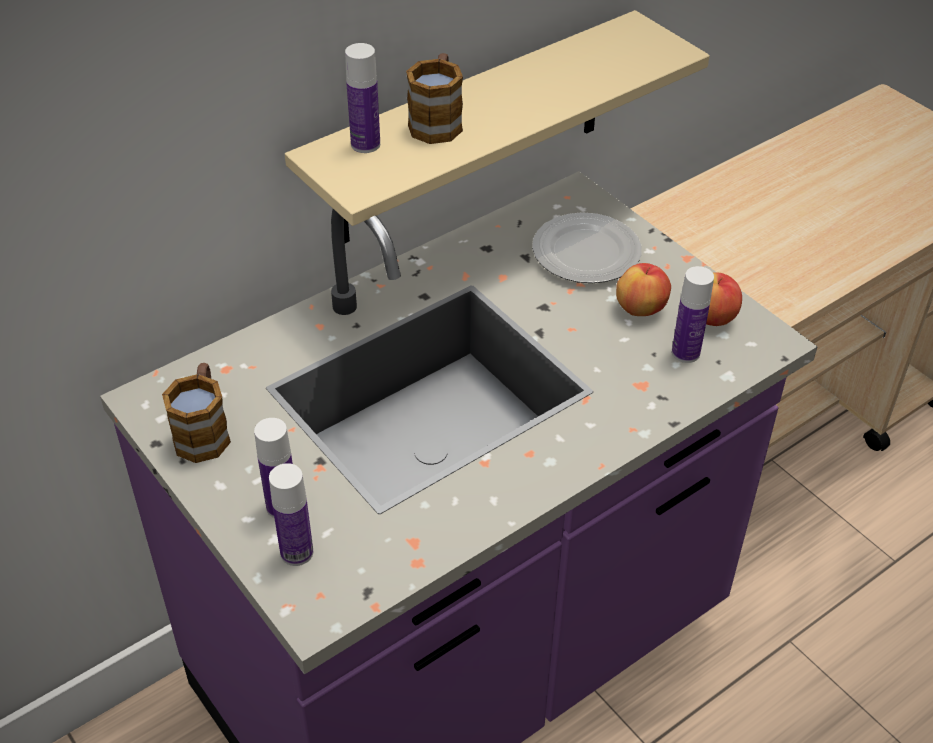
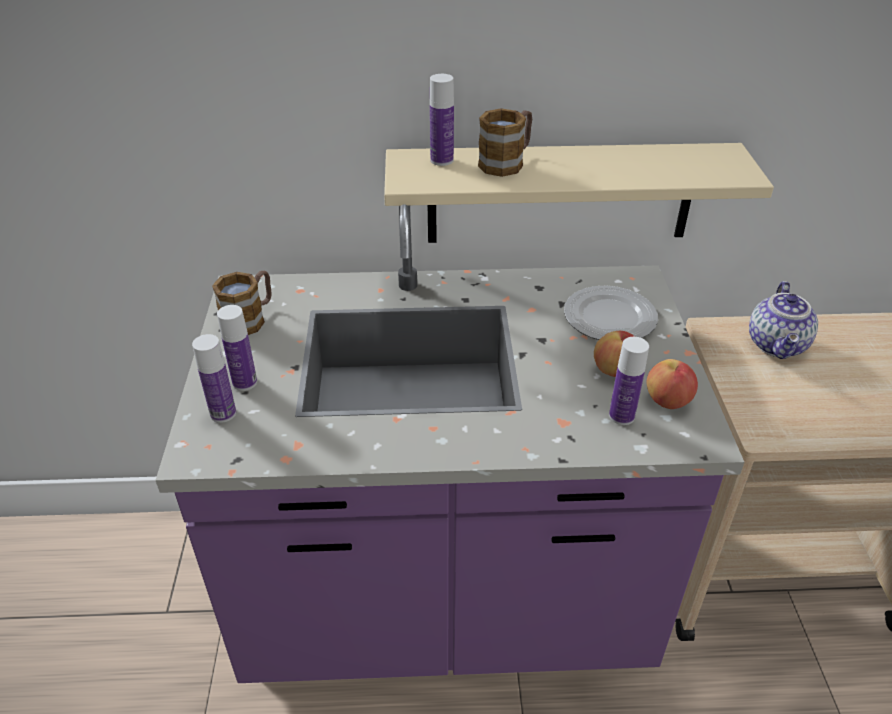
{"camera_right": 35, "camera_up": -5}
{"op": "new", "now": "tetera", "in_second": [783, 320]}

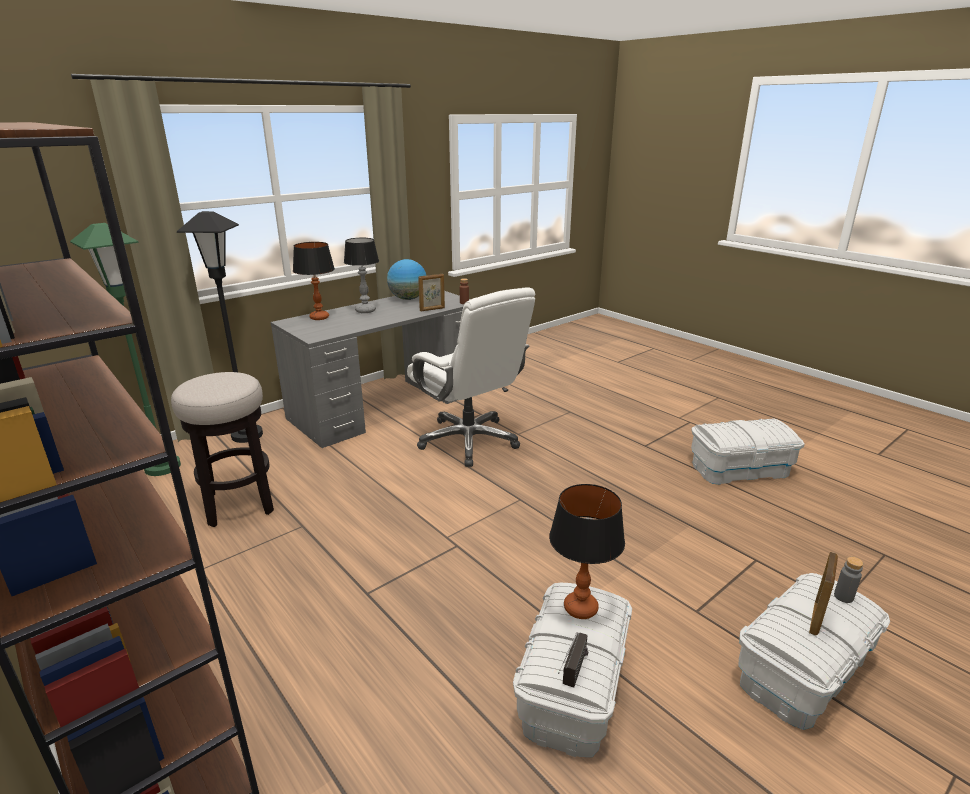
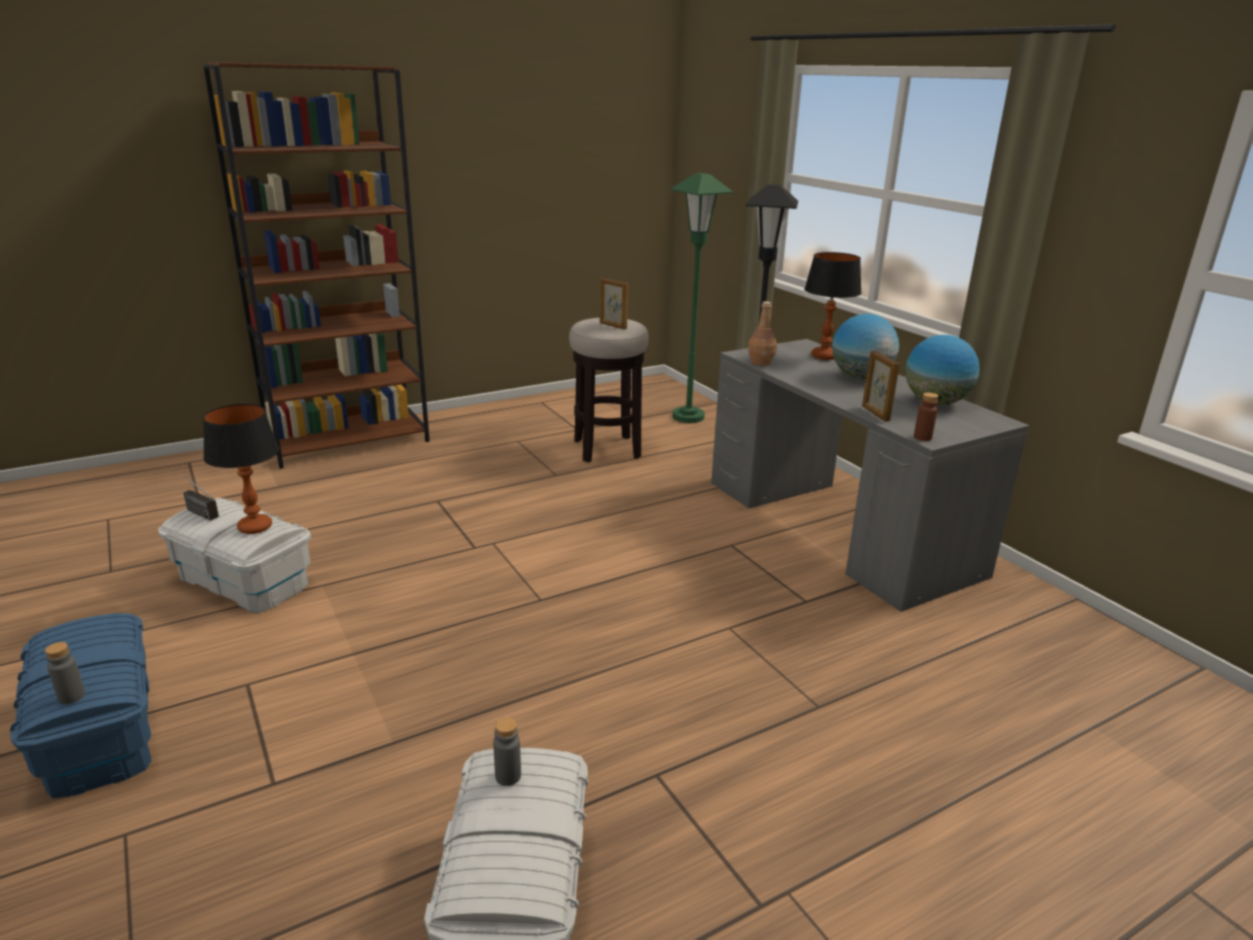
{"camera_right": 100, "camera_up": 0}
{"op": "gone", "was": "silla de oficina/blanco", "in_first": [471, 377]}
{"op": "new", "now": "botella/gris", "in_second": [507, 751]}
{"op": "new", "now": "botella/marrón", "in_second": [762, 333]}
{"op": "shifted", "was": "portarretratos", "in_first": [823, 594], "in_second": [614, 304]}
{"op": "swapped", "was": "lámpara de mesa", "now": "globo terráqueo", "in_first": [361, 275], "in_second": [865, 346]}
{"op": "repainted", "was": "caja de almacenaje/blanco", "now": "caja de almacenaje/azul", "in_first": [814, 651], "in_second": [80, 705]}

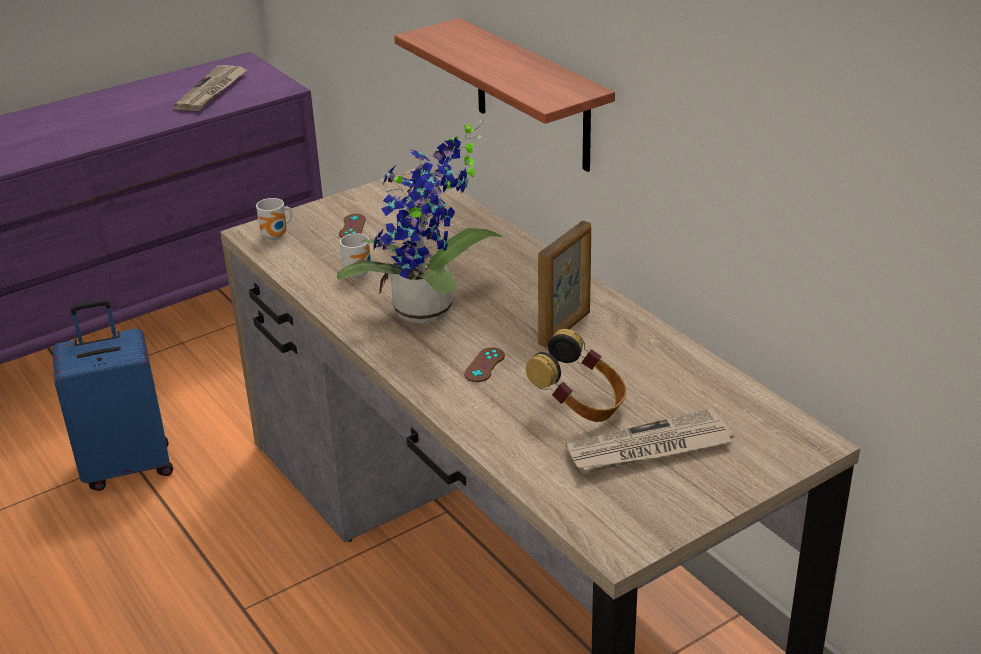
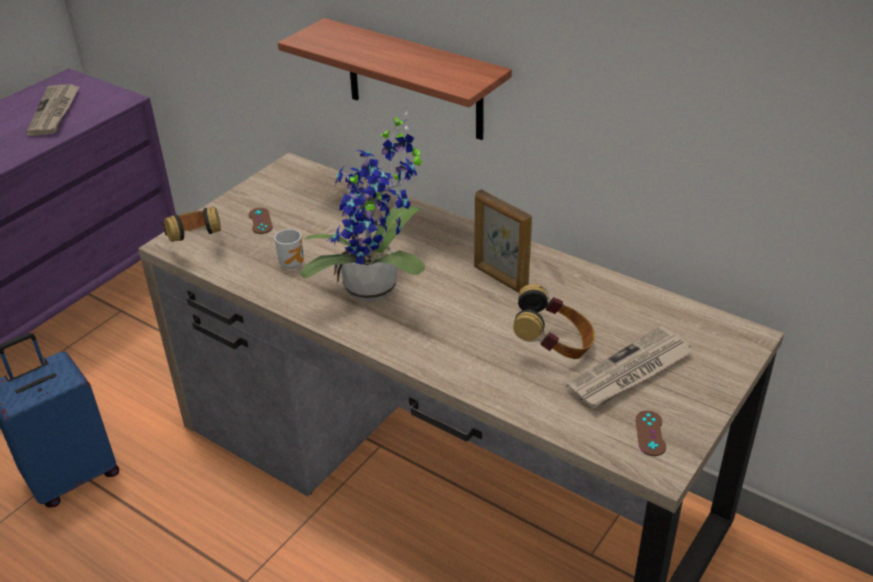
{"camera_right": -20, "camera_up": 5}
{"op": "shifted", "was": "mando de consola/marrón", "in_first": [484, 364], "in_second": [651, 433]}
{"op": "swapped", "was": "taza grande", "now": "auriculares", "in_first": [274, 219], "in_second": [192, 224]}
{"op": "rotated", "was": "portarretratos", "in_first": [564, 284], "in_second": [503, 241], "clockwise": 120}

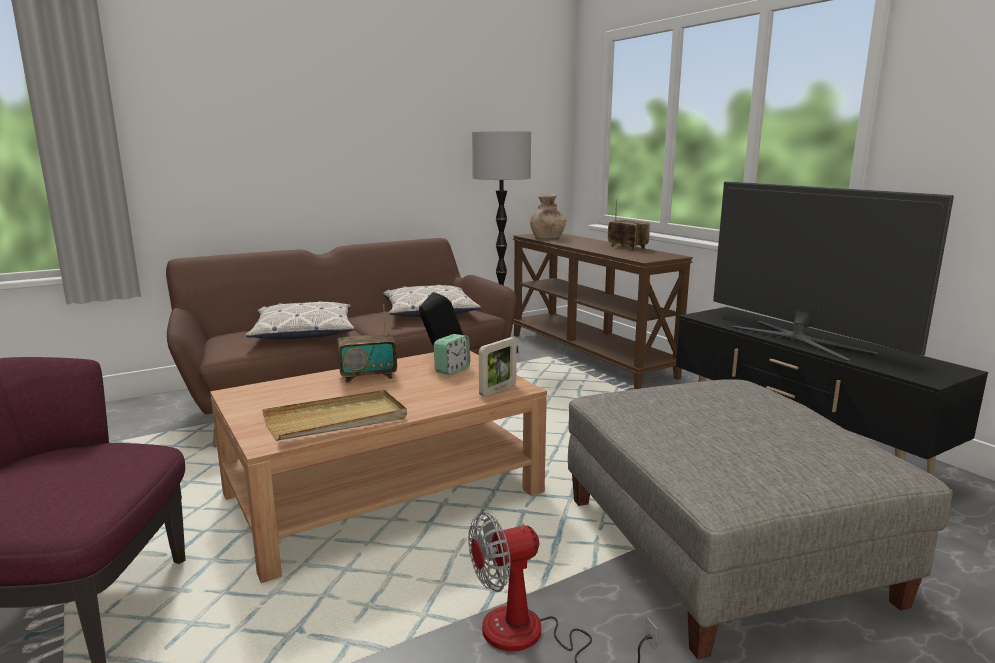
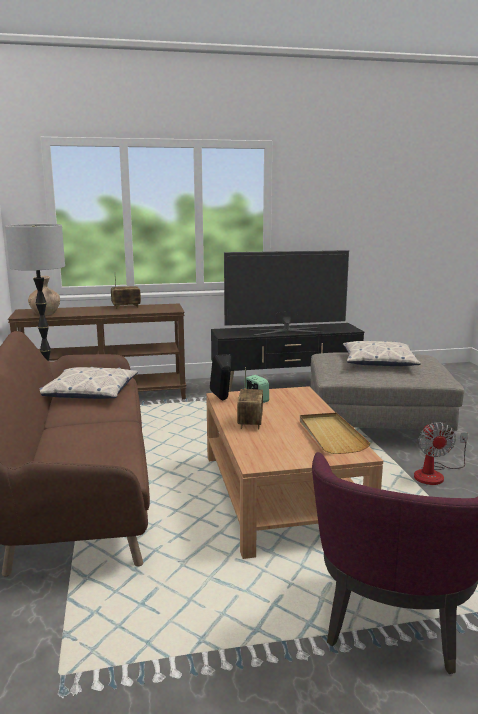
{"camera_right": -70, "camera_up": 0}
{"op": "gone", "was": "portarretratos", "in_first": [498, 367]}
{"op": "shifted", "was": "cojín", "in_first": [299, 320], "in_second": [382, 353]}

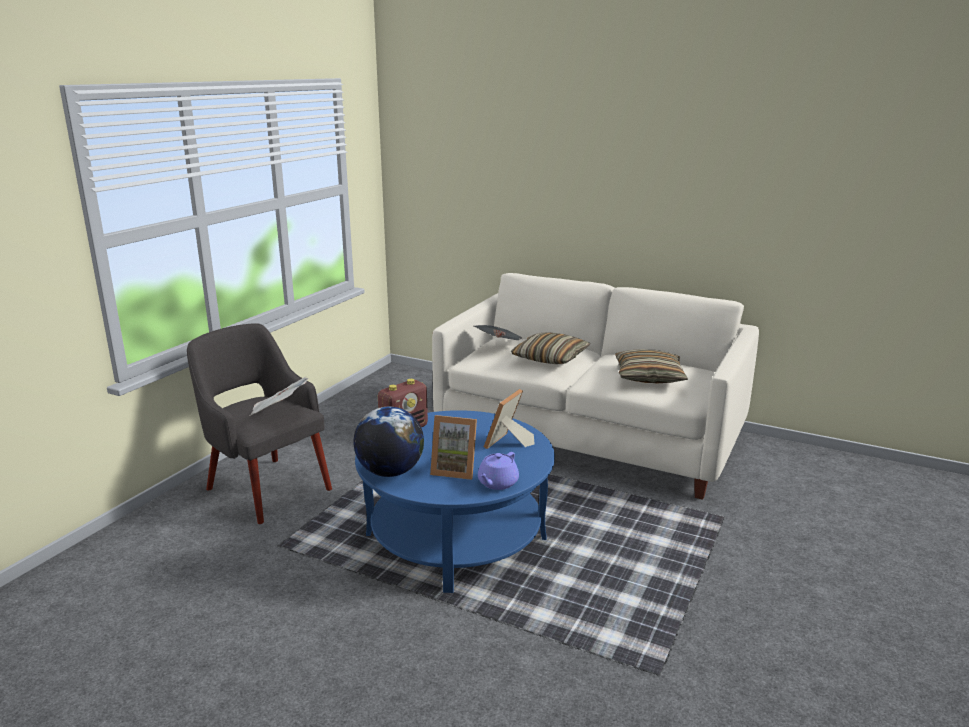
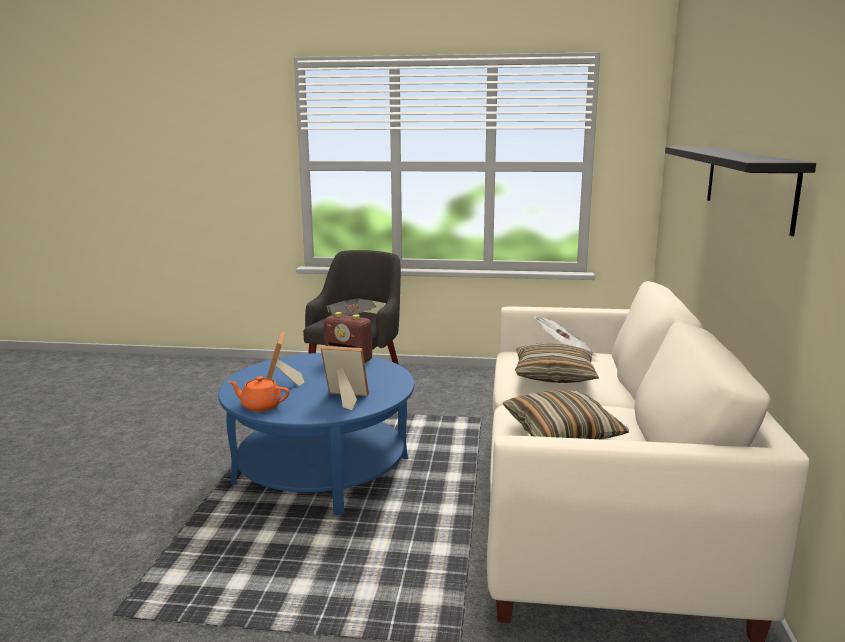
{"camera_right": 70, "camera_up": -5}
{"op": "gone", "was": "globo terráqueo", "in_first": [388, 441]}
{"op": "new", "now": "estante/negro", "in_second": [740, 191]}
{"op": "repainted", "was": "tetera/morado", "now": "tetera/naranja", "in_first": [498, 471], "in_second": [259, 394]}

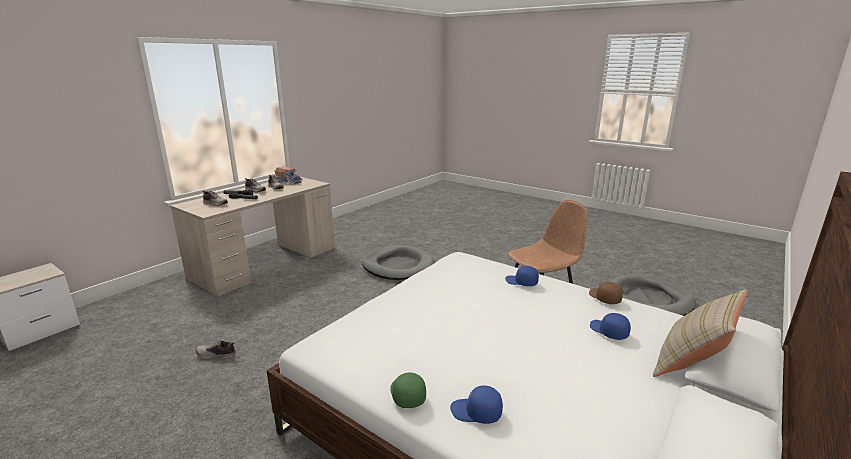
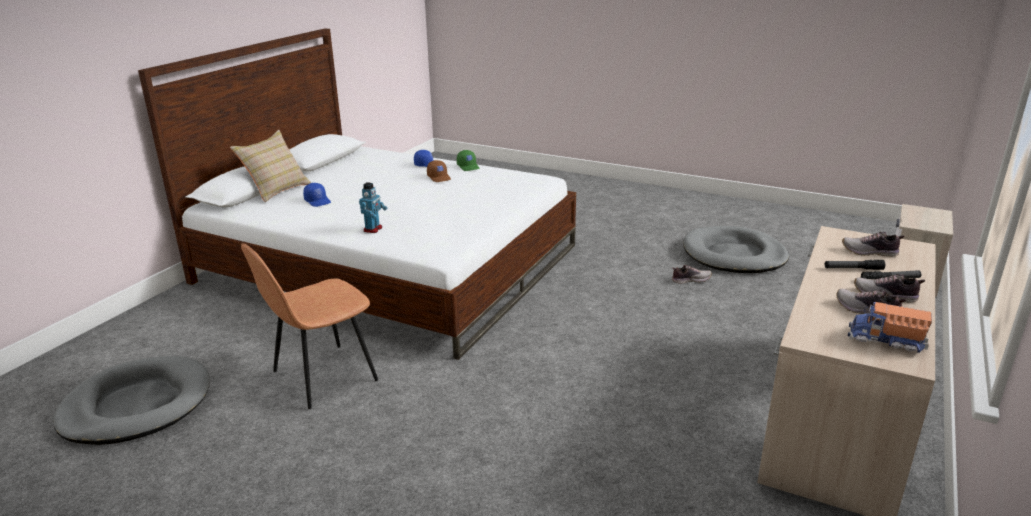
{"camera_right": 170, "camera_up": 5}
{"op": "shifted", "was": "cama para perro/gris", "in_first": [398, 262], "in_second": [736, 249]}
{"op": "shifted", "was": "gorra/marrón", "in_first": [606, 293], "in_second": [439, 171]}
{"op": "swapped", "was": "gorra/azul", "now": "robot de juguete", "in_first": [522, 276], "in_second": [373, 207]}

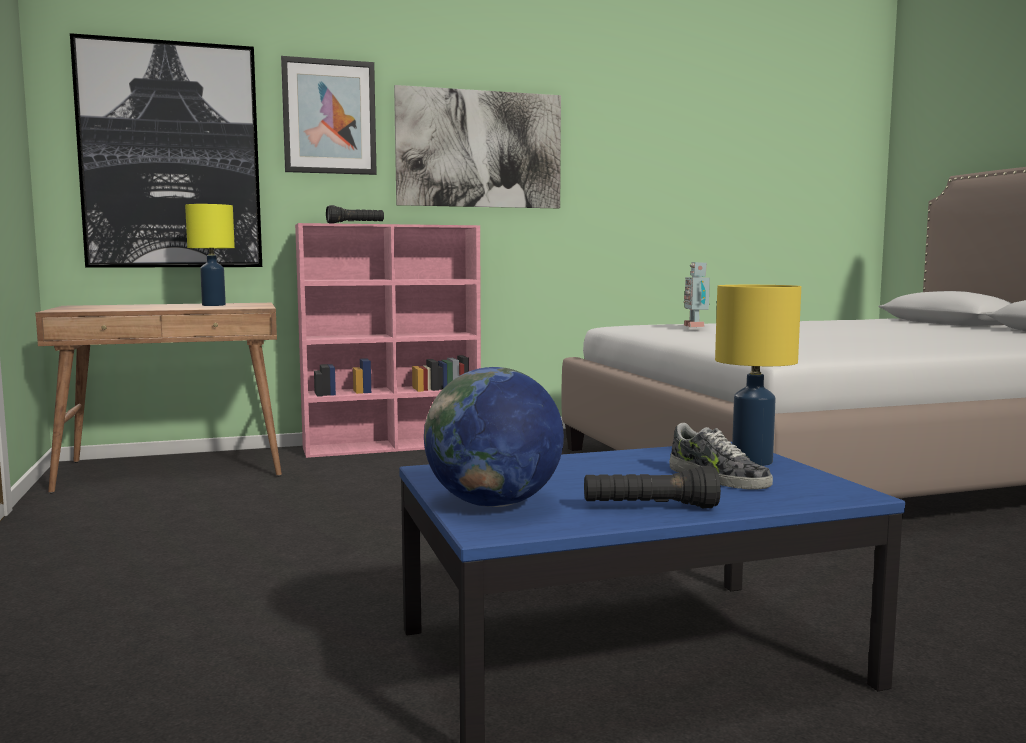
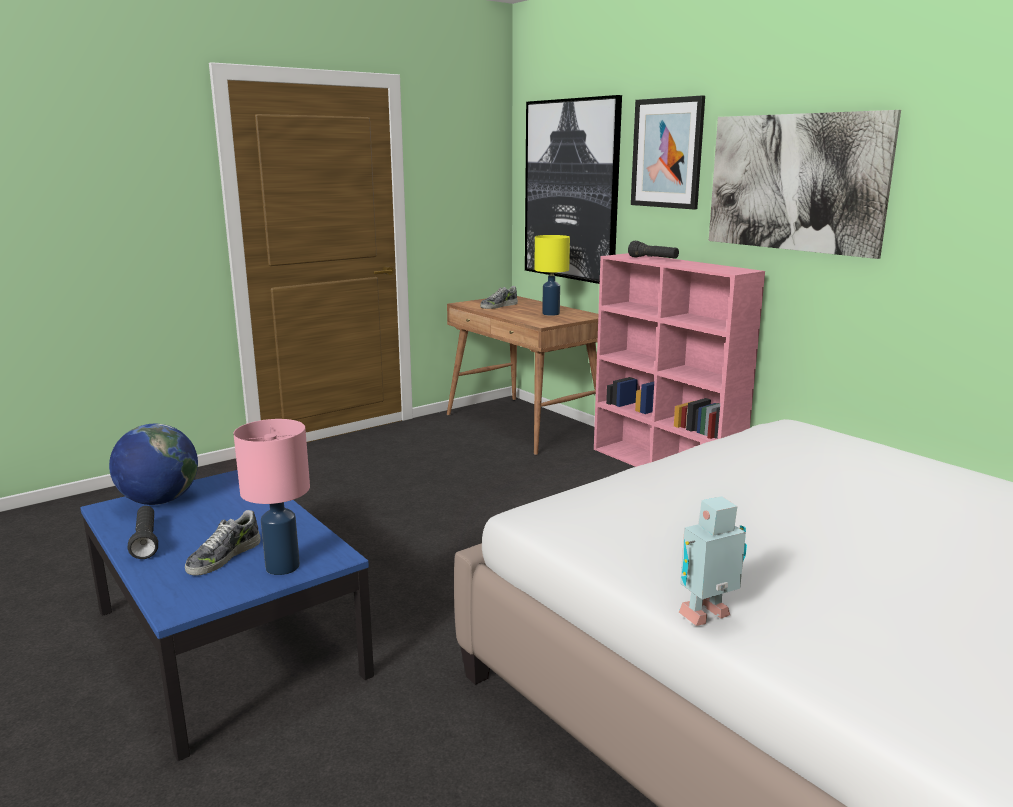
{"camera_right": 70, "camera_up": 10}
{"op": "new", "now": "zapato", "in_second": [499, 297]}
{"op": "shifted", "was": "robot de juguete", "in_first": [697, 294], "in_second": [713, 561]}
{"op": "repainted", "was": "lámpara de mesa/amarillo", "now": "lámpara de mesa/rosa", "in_first": [758, 375], "in_second": [271, 497]}

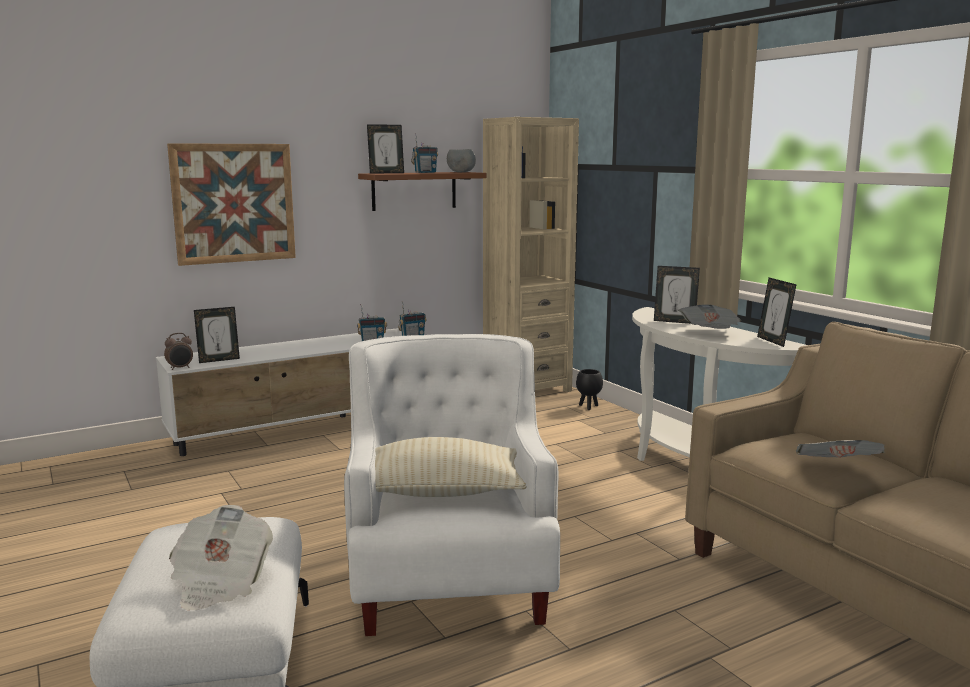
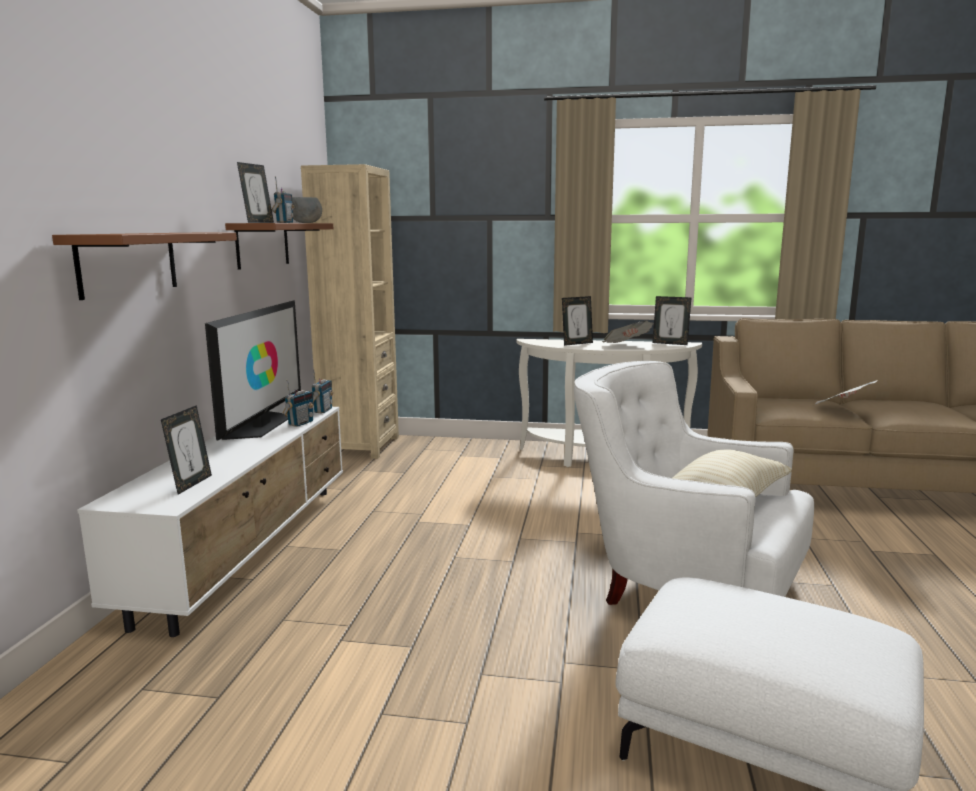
{"camera_right": -50, "camera_up": 0}
{"op": "gone", "was": "despertador", "in_first": [178, 351]}
{"op": "gone", "was": "periódico", "in_first": [221, 558]}
{"op": "gone", "was": "maceta/negro", "in_first": [589, 389]}
{"op": "new", "now": "televisor", "in_second": [253, 370]}
{"op": "swapped", "was": "cuadro", "now": "estante/marrón", "in_first": [231, 204], "in_second": [144, 266]}

